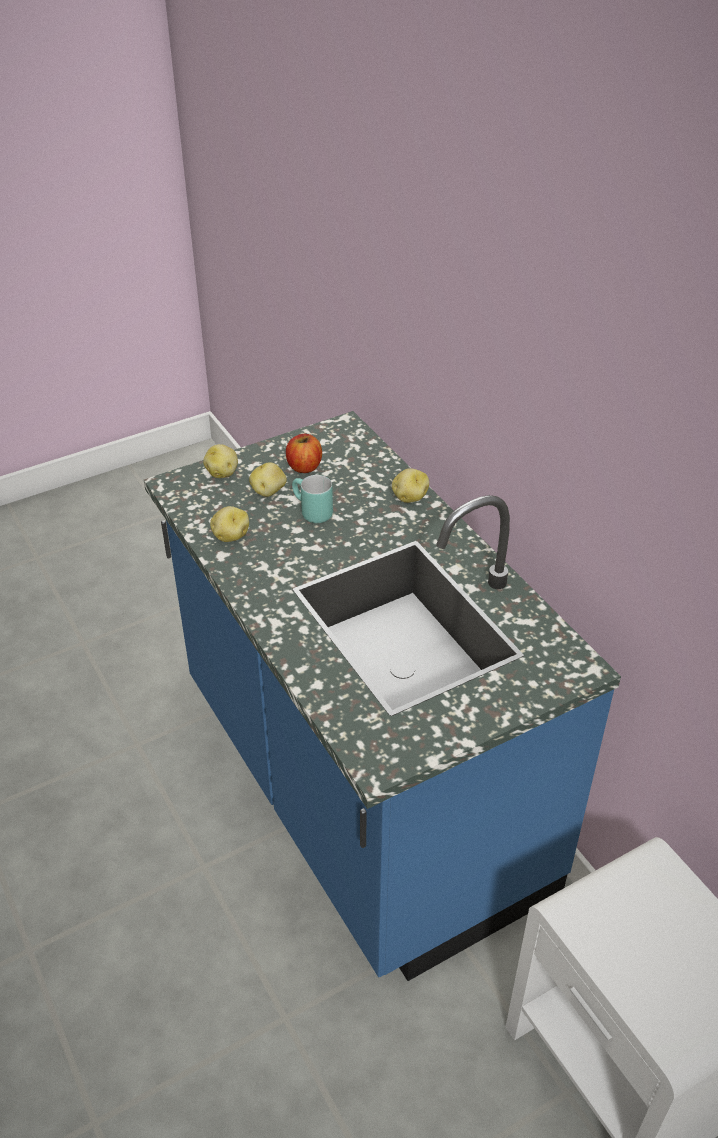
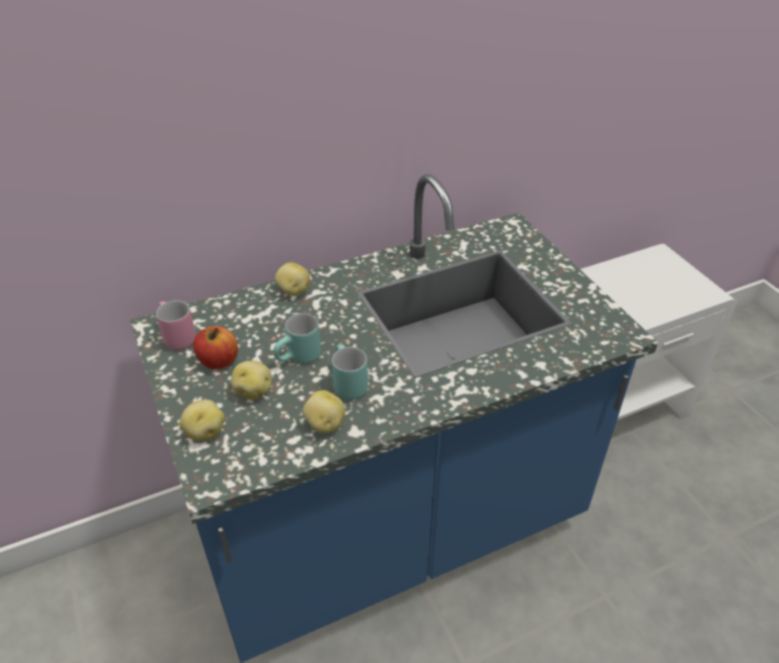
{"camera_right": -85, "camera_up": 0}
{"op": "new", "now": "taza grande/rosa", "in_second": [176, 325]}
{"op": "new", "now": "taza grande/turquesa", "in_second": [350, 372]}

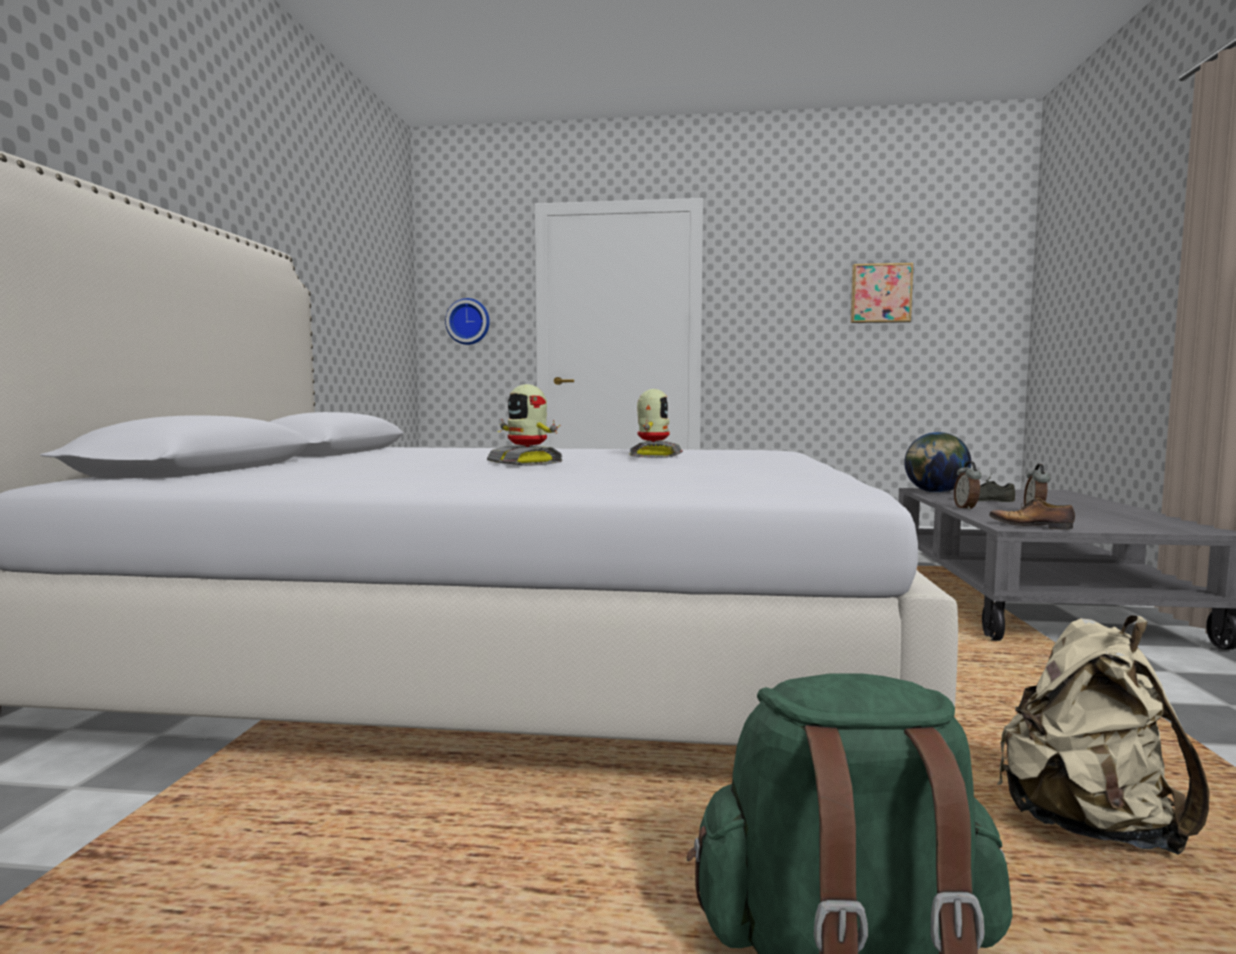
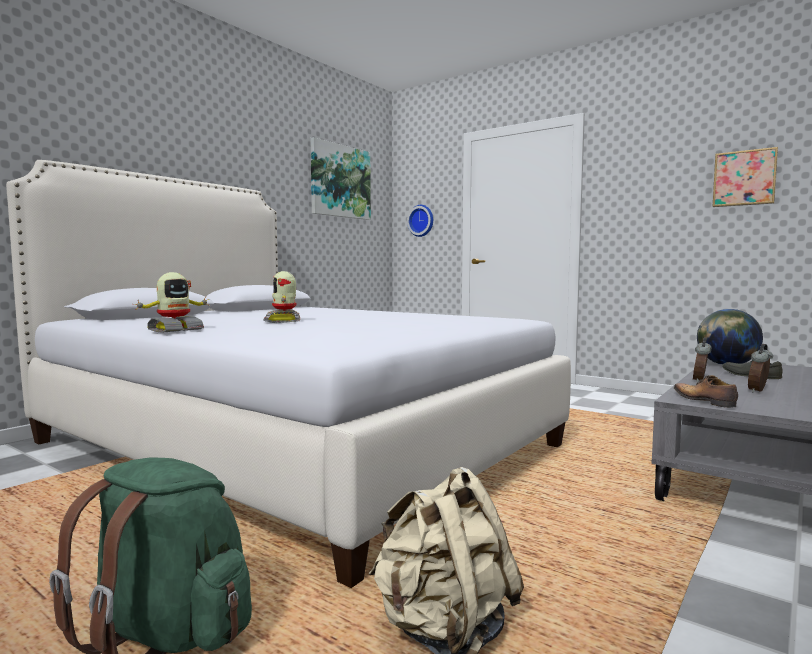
{"camera_right": 30, "camera_up": 0}
{"op": "new", "now": "cuadro", "in_second": [340, 178]}
{"op": "shifted", "was": "robot de juguete", "in_first": [656, 423], "in_second": [172, 302]}

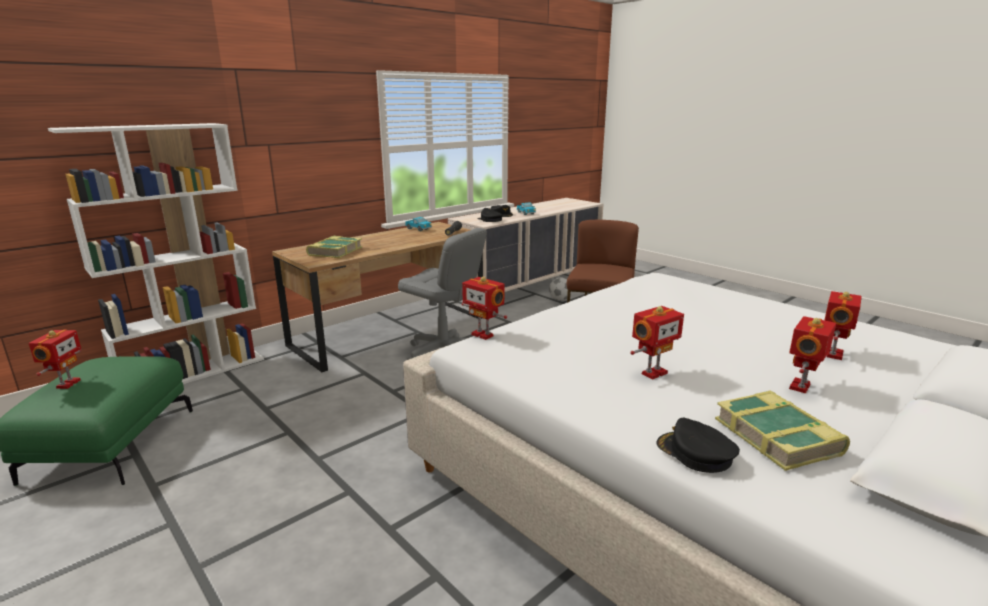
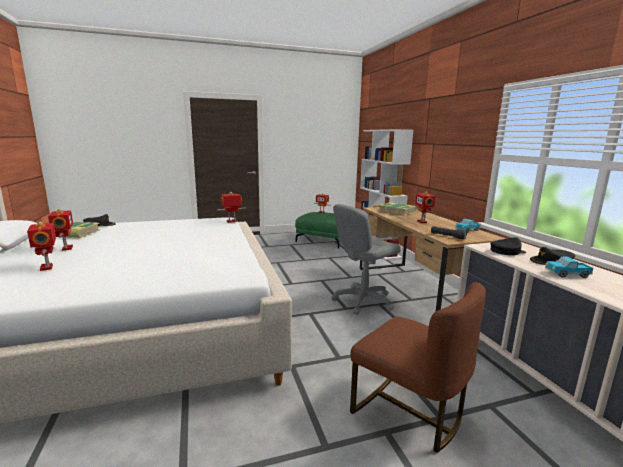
{"camera_right": 115, "camera_up": -5}
{"op": "gone", "was": "balón de fútbol", "in_first": [560, 289]}
{"op": "shifted", "was": "robot de juguete", "in_first": [657, 343], "in_second": [425, 207]}

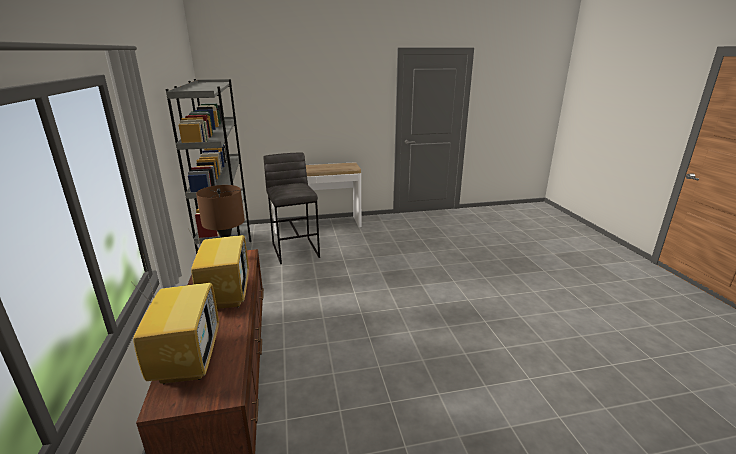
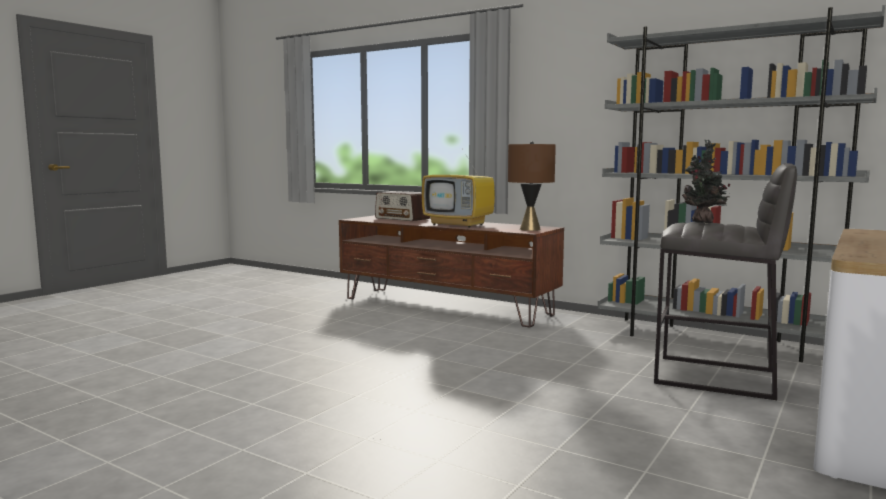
{"camera_right": 135, "camera_up": -15}
{"op": "new", "now": "planta en maceta", "in_second": [706, 181]}
{"op": "swapped", "was": "televisor", "now": "radio", "in_first": [176, 322], "in_second": [402, 206]}

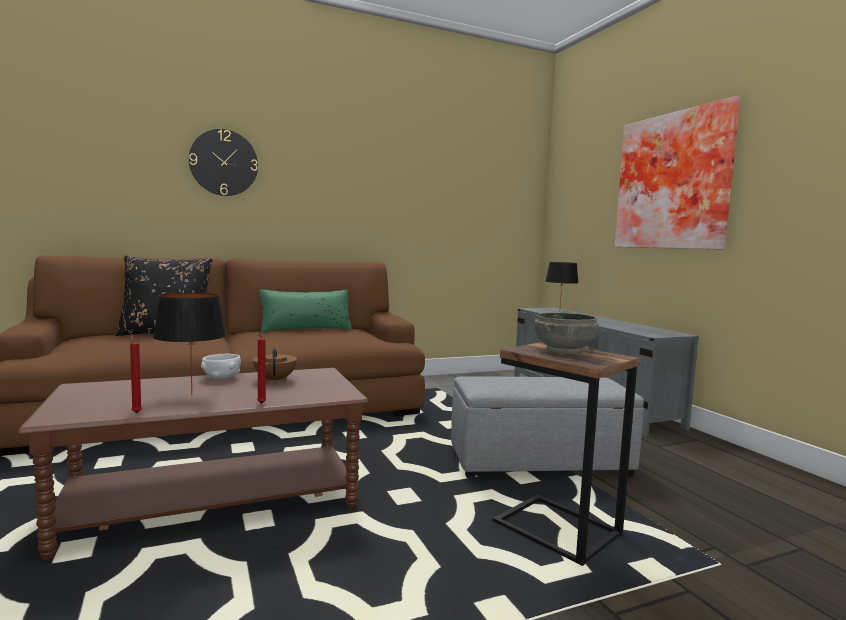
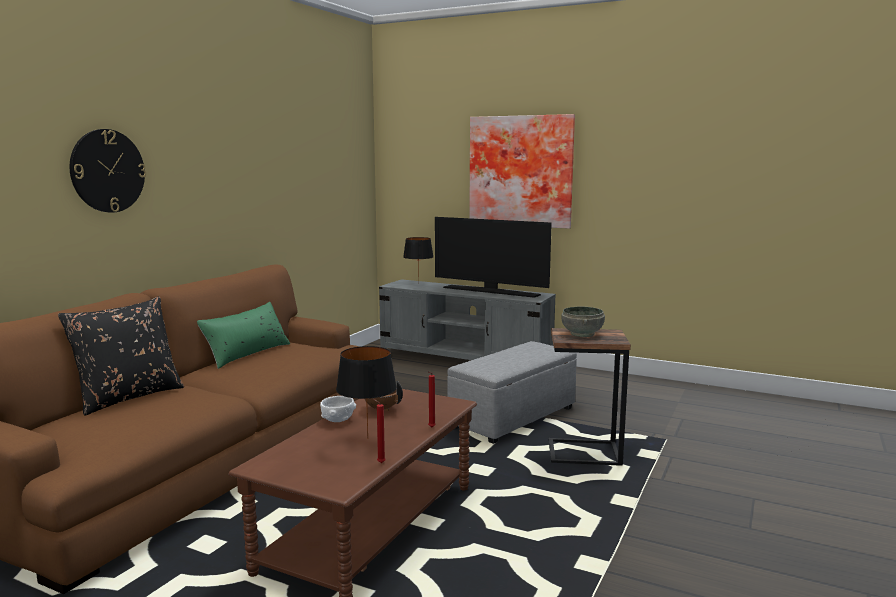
{"camera_right": -40, "camera_up": 5}
{"op": "new", "now": "televisor", "in_second": [493, 257]}

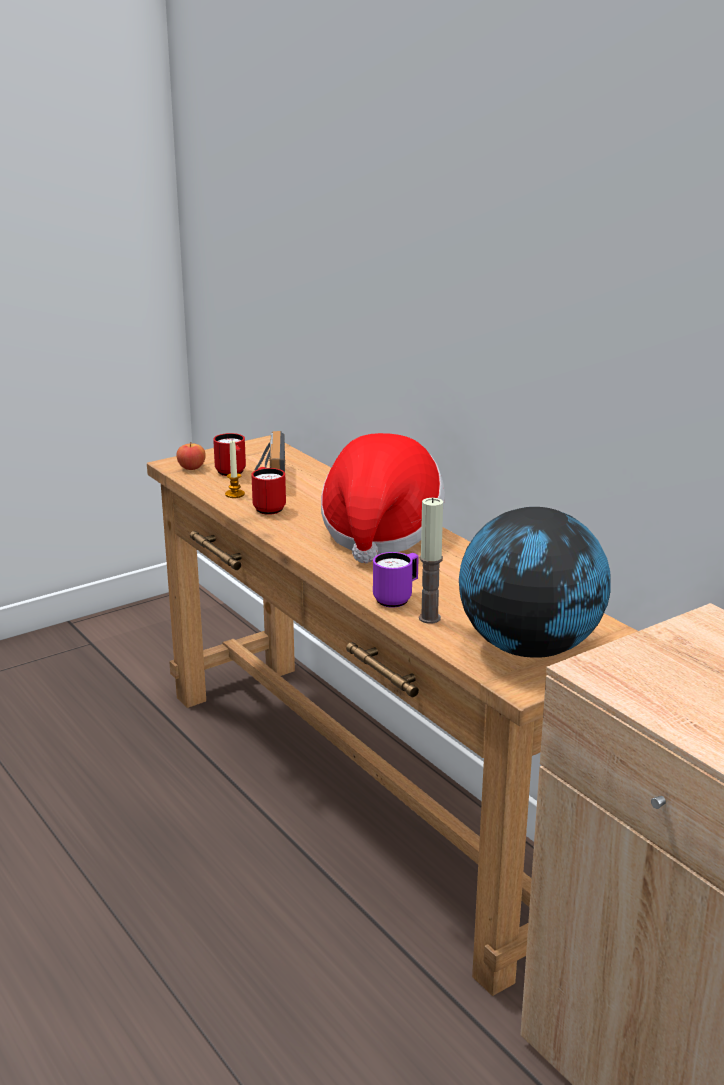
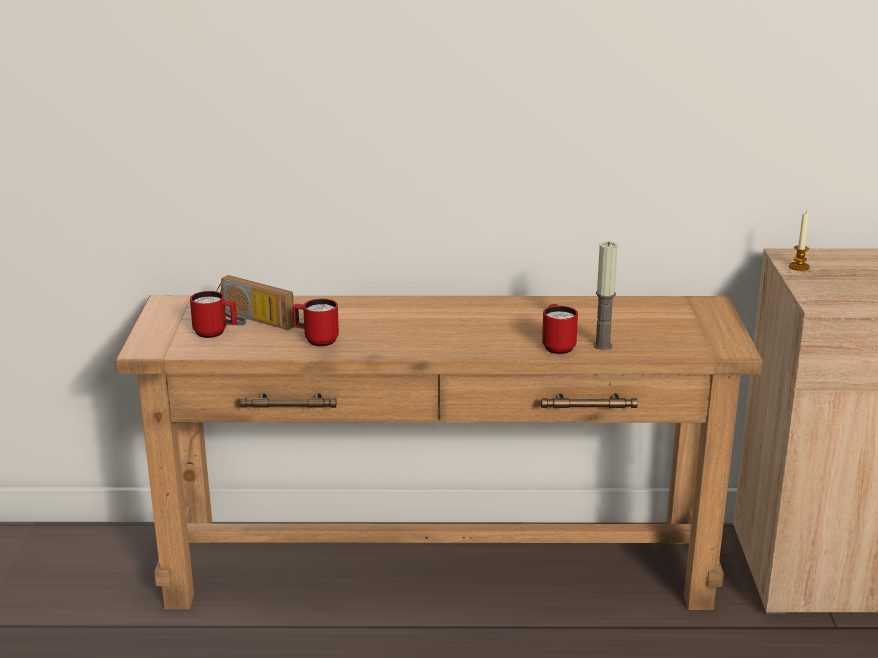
{"camera_right": -55, "camera_up": 0}
{"op": "gone", "was": "manzana", "in_first": [191, 456]}
{"op": "gone", "was": "sombrero", "in_first": [383, 498]}
{"op": "gone", "was": "globo terráqueo", "in_first": [535, 582]}
{"op": "shifted", "was": "vela", "in_first": [235, 469], "in_second": [799, 241]}
{"op": "repainted", "was": "taza grande/morado", "now": "taza grande/rojo", "in_first": [396, 580], "in_second": [560, 329]}

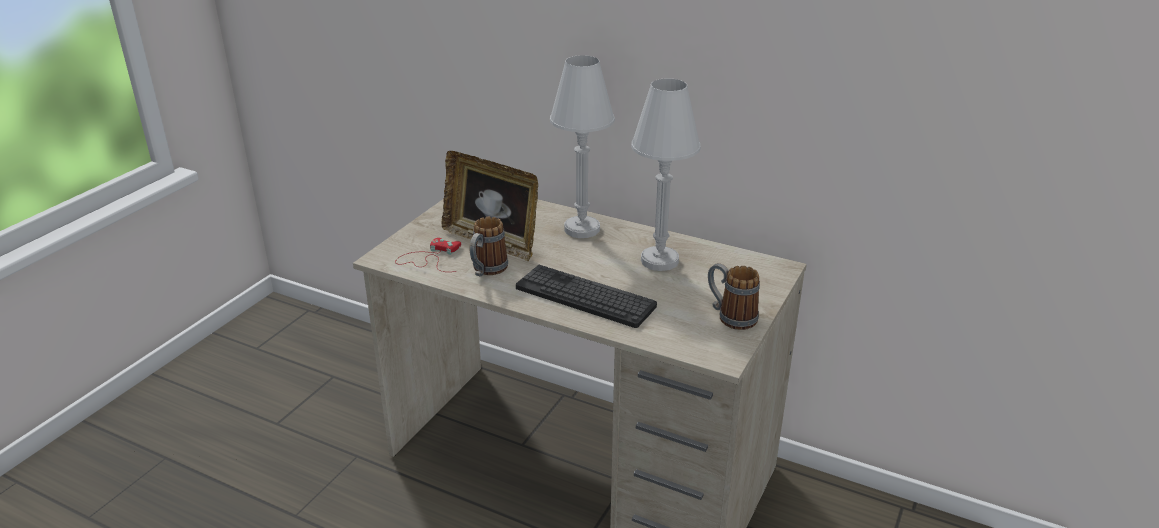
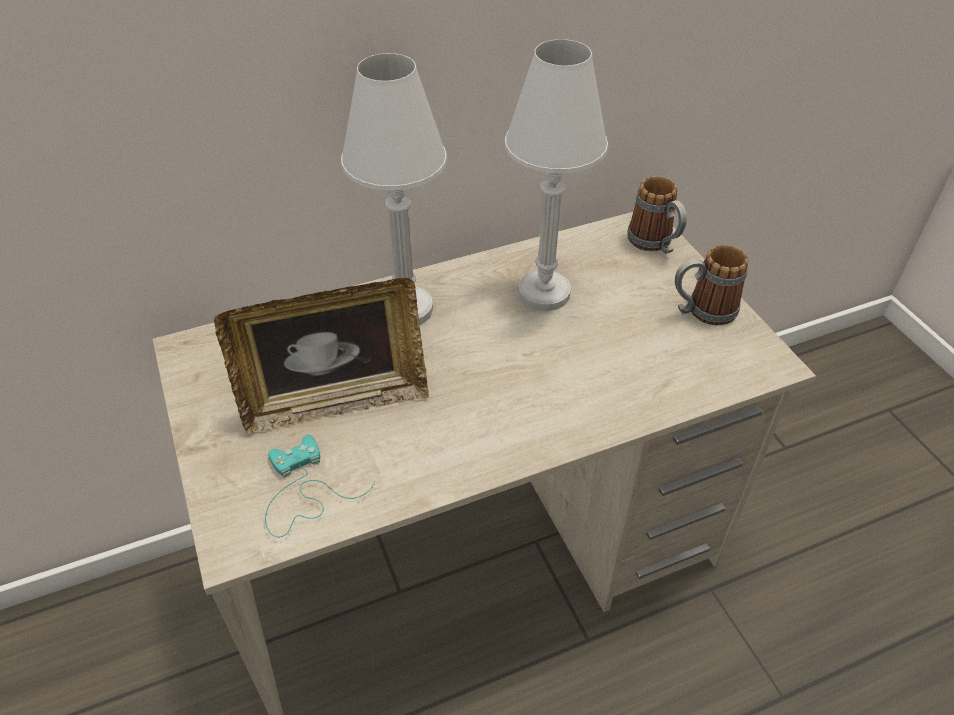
{"camera_right": -50, "camera_up": 15}
{"op": "gone", "was": "teclado", "in_first": [586, 296]}
{"op": "shifted", "was": "taza grande", "in_first": [489, 247], "in_second": [657, 215]}
{"op": "repainted", "was": "mando de consola/rojo", "now": "mando de consola/turquesa", "in_first": [428, 255], "in_second": [320, 486]}

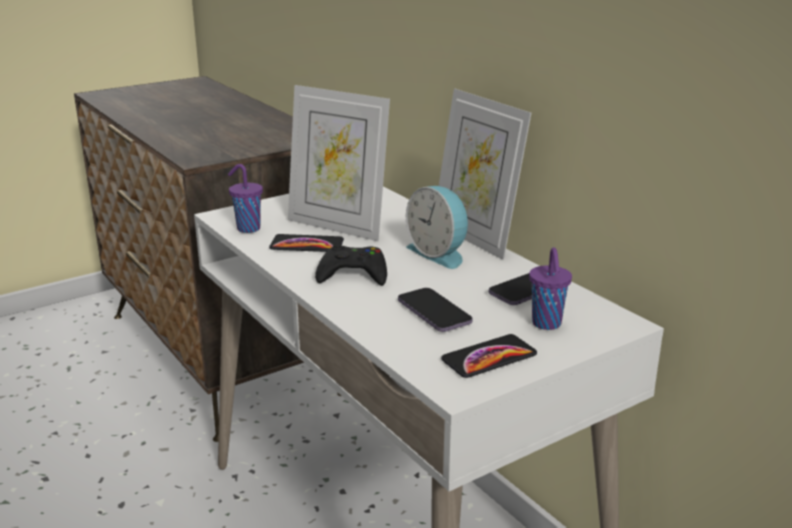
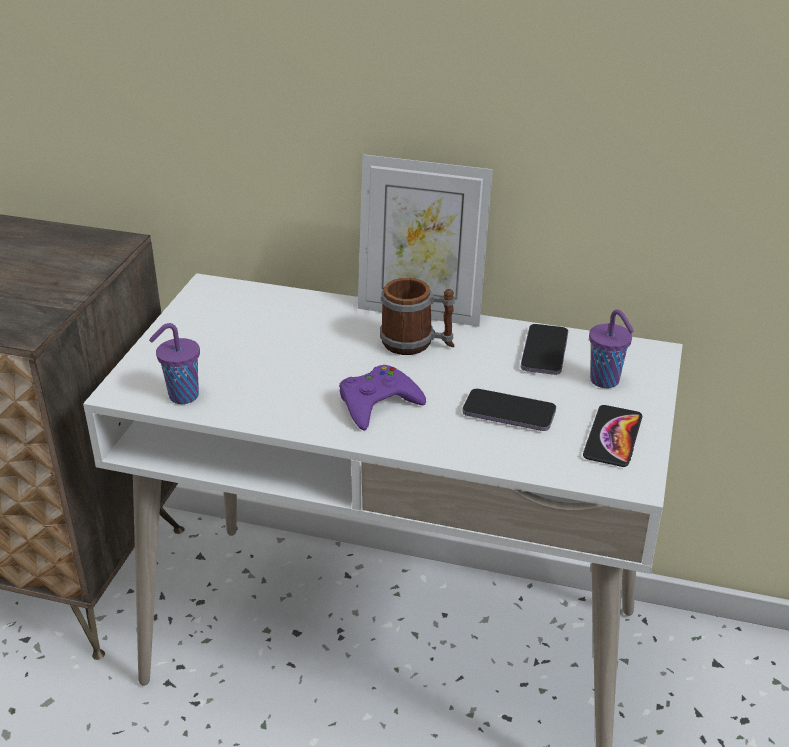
{"camera_right": -40, "camera_up": 10}
{"op": "gone", "was": "móvil", "in_first": [306, 243]}
{"op": "gone", "was": "portarretratos", "in_first": [339, 163]}
{"op": "swapped", "was": "despertador", "now": "taza grande", "in_first": [437, 227], "in_second": [417, 316]}
{"op": "repainted", "was": "mando de consola/negro", "now": "mando de consola/morado", "in_first": [351, 264], "in_second": [382, 397]}

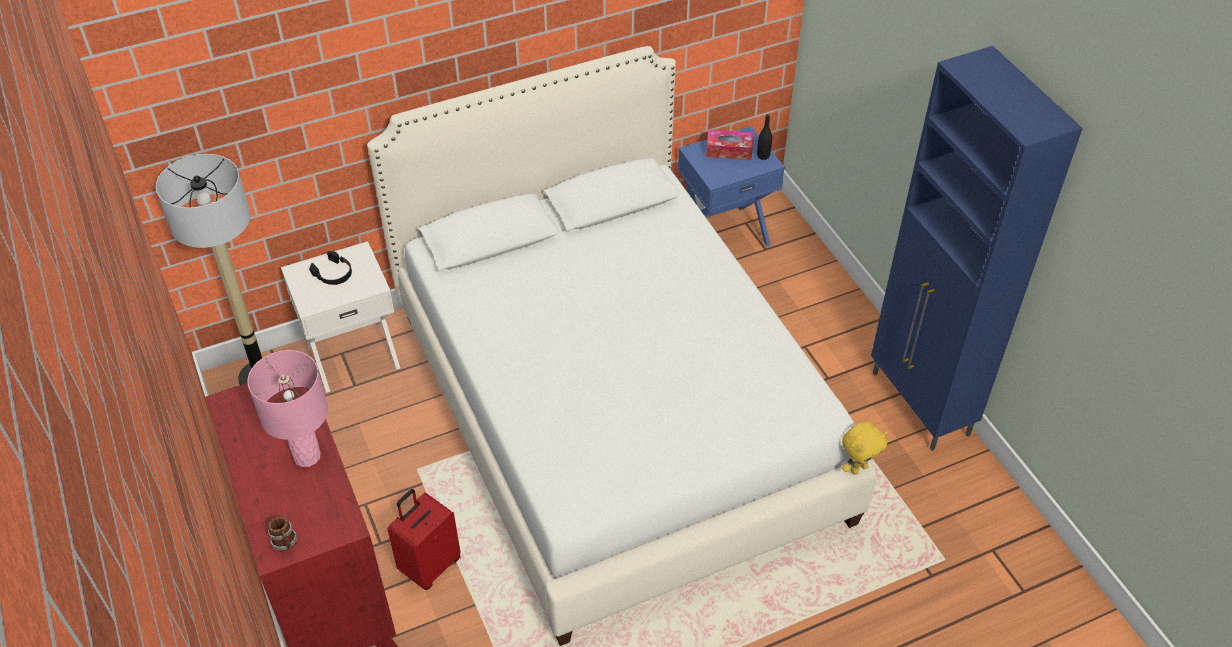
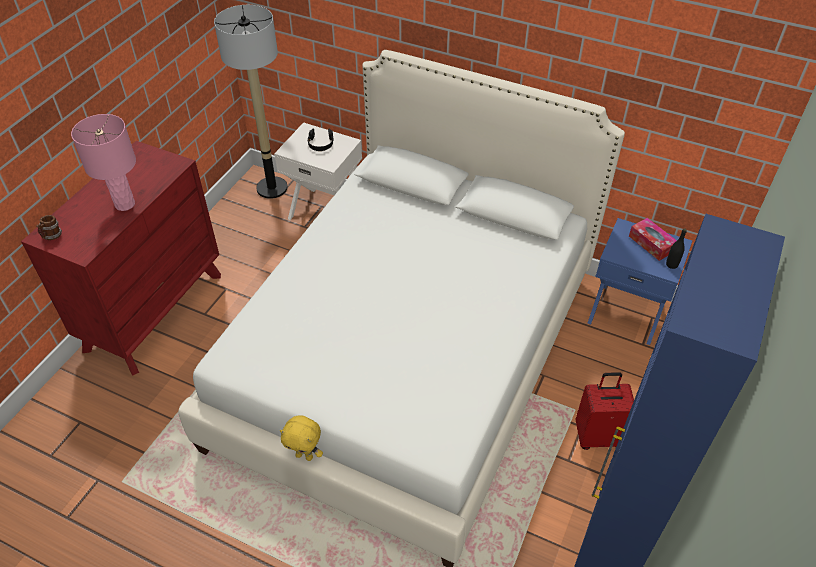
{"camera_right": 50, "camera_up": 0}
{"op": "shifted", "was": "maleta/rojo", "in_first": [424, 539], "in_second": [604, 411]}
{"op": "shifted", "was": "peluche/amarillo", "in_first": [865, 448], "in_second": [301, 438]}

